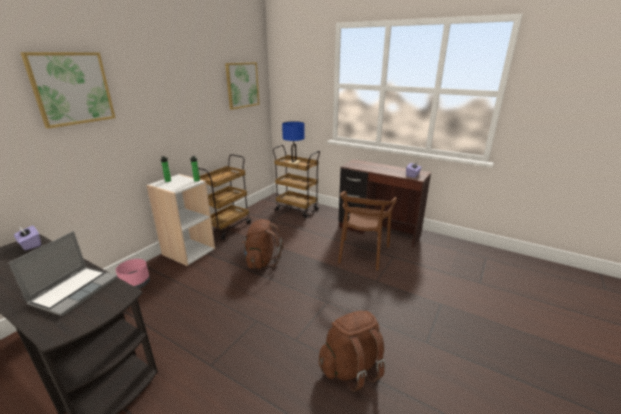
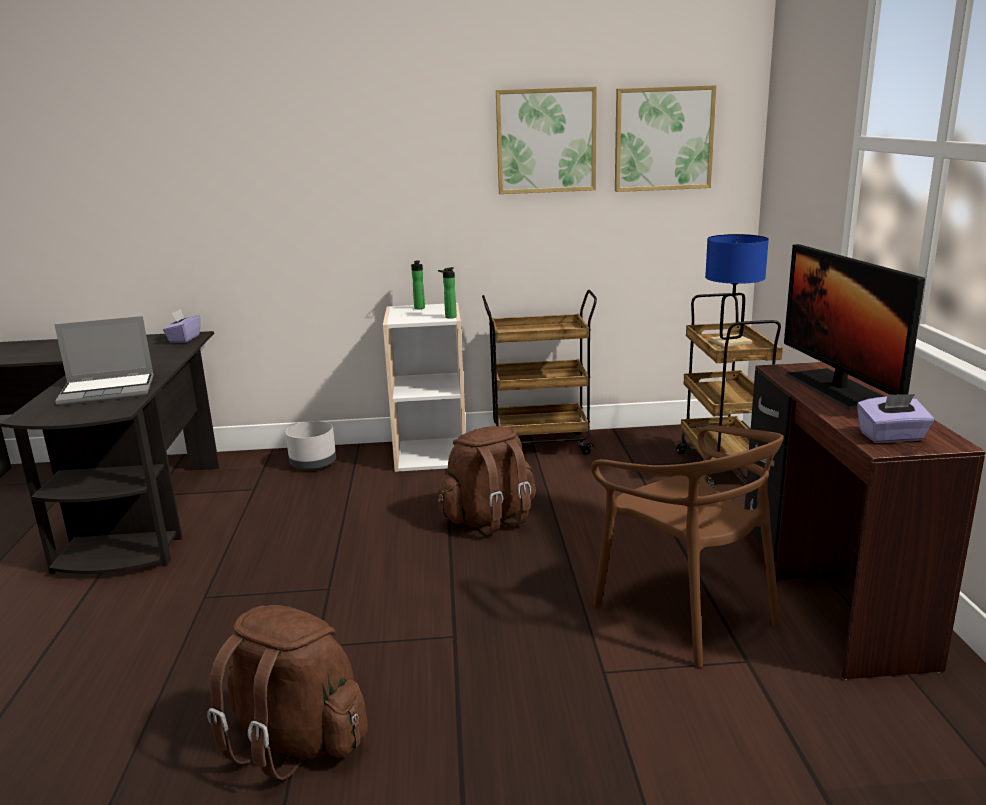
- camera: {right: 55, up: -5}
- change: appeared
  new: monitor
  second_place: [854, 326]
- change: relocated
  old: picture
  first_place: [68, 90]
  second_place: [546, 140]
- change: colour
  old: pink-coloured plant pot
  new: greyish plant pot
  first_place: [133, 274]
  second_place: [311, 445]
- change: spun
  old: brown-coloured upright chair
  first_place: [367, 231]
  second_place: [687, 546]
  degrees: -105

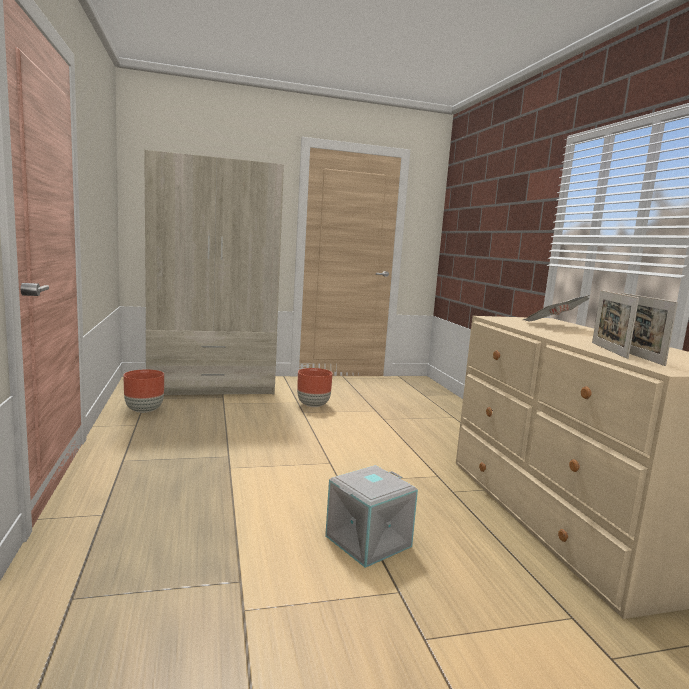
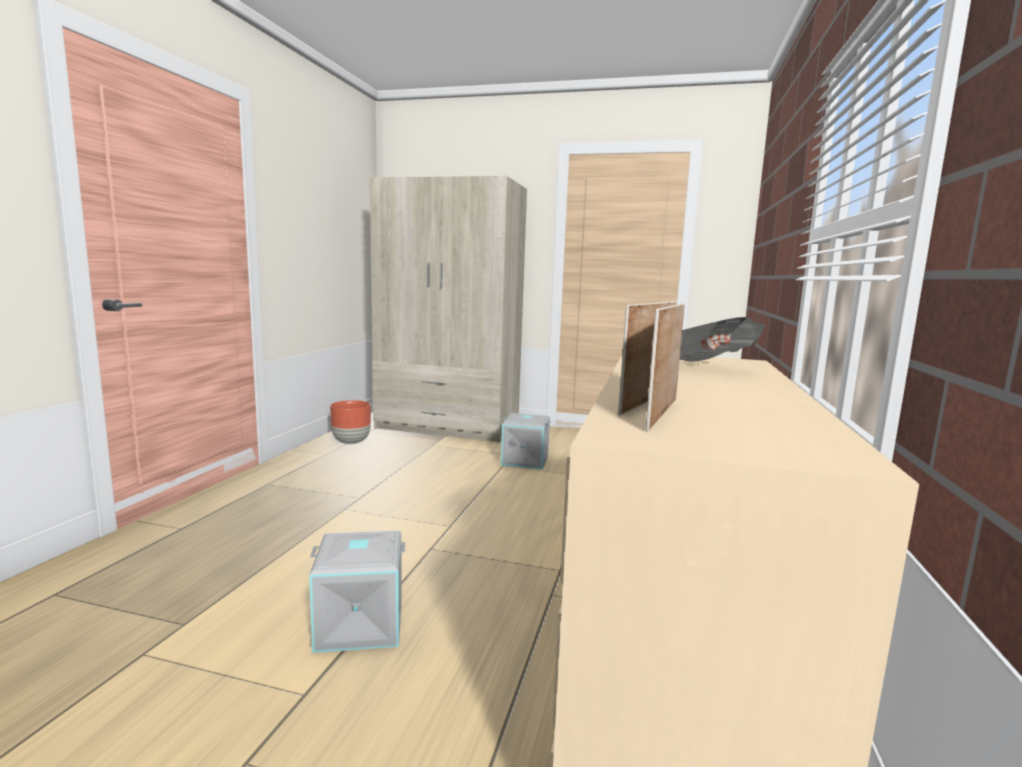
- camera: {right: 30, up: 0}
- change: exchanged
  old: brown-coloured plant pot
  new: greyish storage box
  first_place: [315, 387]
  second_place: [526, 441]

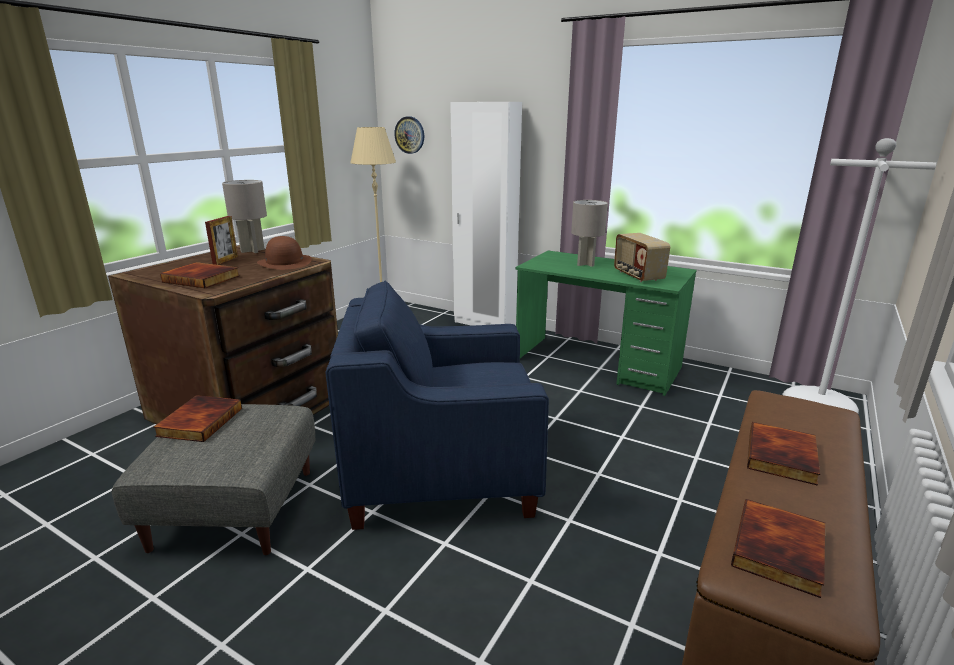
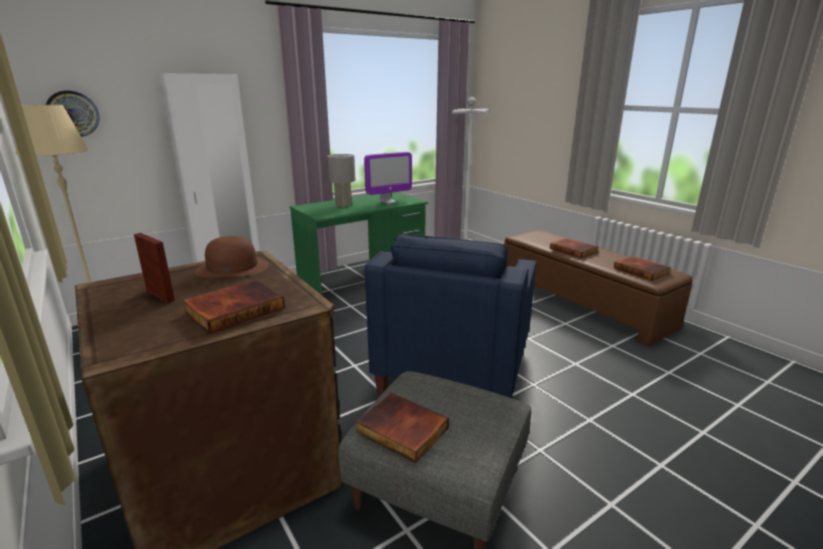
- camera: {right: -65, up: 0}
- change: missing
  old: greyish table lamp
  first_place: [244, 216]
- change: exchanged
  old: radio
  new: monitor
  first_place: [642, 257]
  second_place: [388, 178]

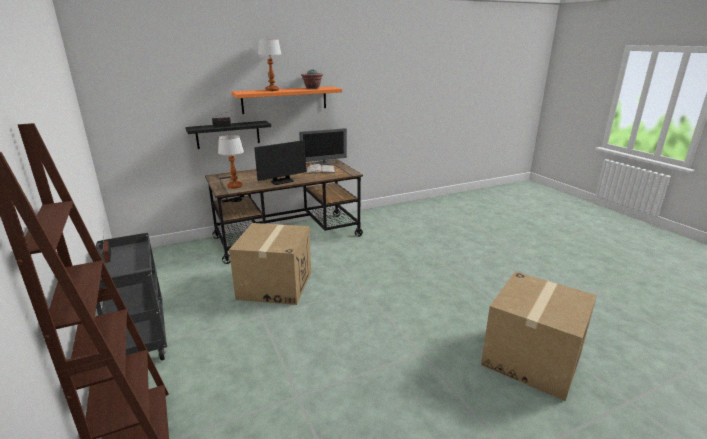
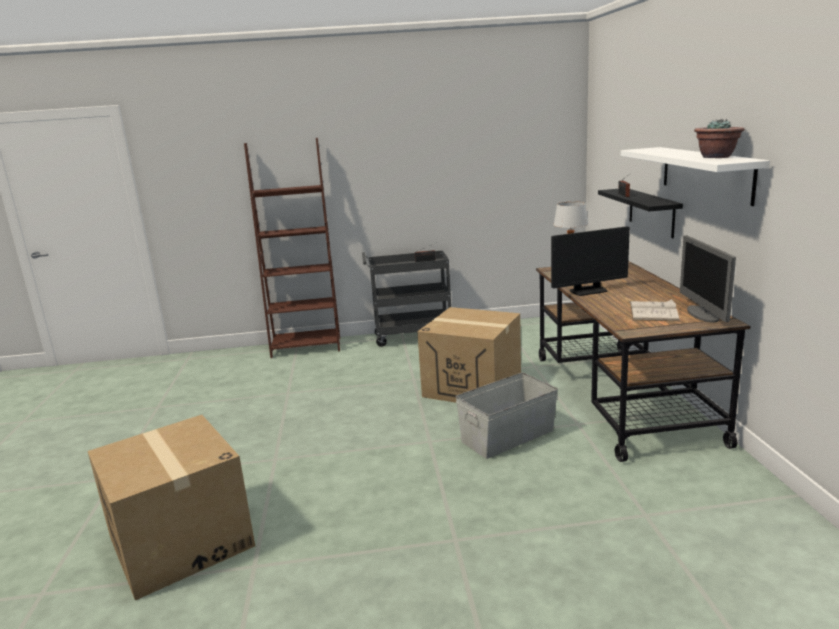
- camera: {right: 110, up: -5}
- change: missing
  old: table lamp
  first_place: [270, 65]
- change: appeared
  new: greyish storage box
  second_place: [507, 416]
- change: colour
  old: orange-coloured wall shelf
  new: white wall shelf
  first_place: [286, 100]
  second_place: [695, 176]
- change: spun
  old: monitor
  first_place: [280, 162]
  second_place: [590, 261]
  degrees: -90

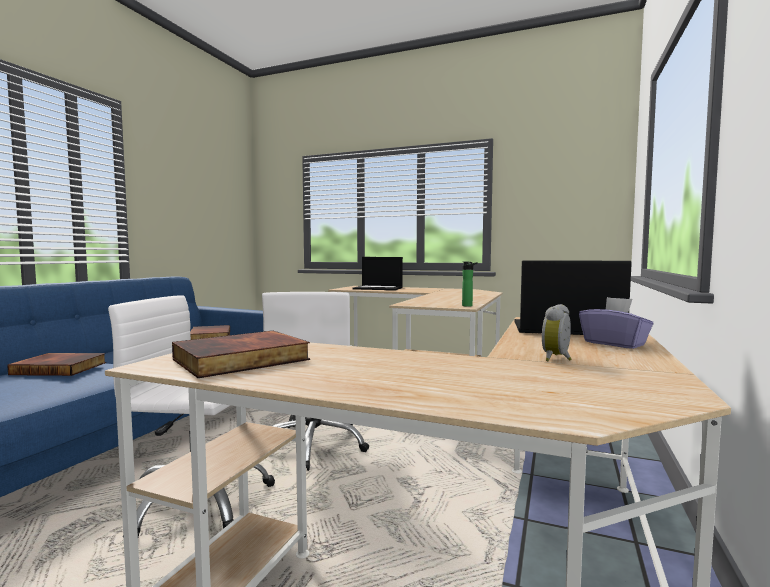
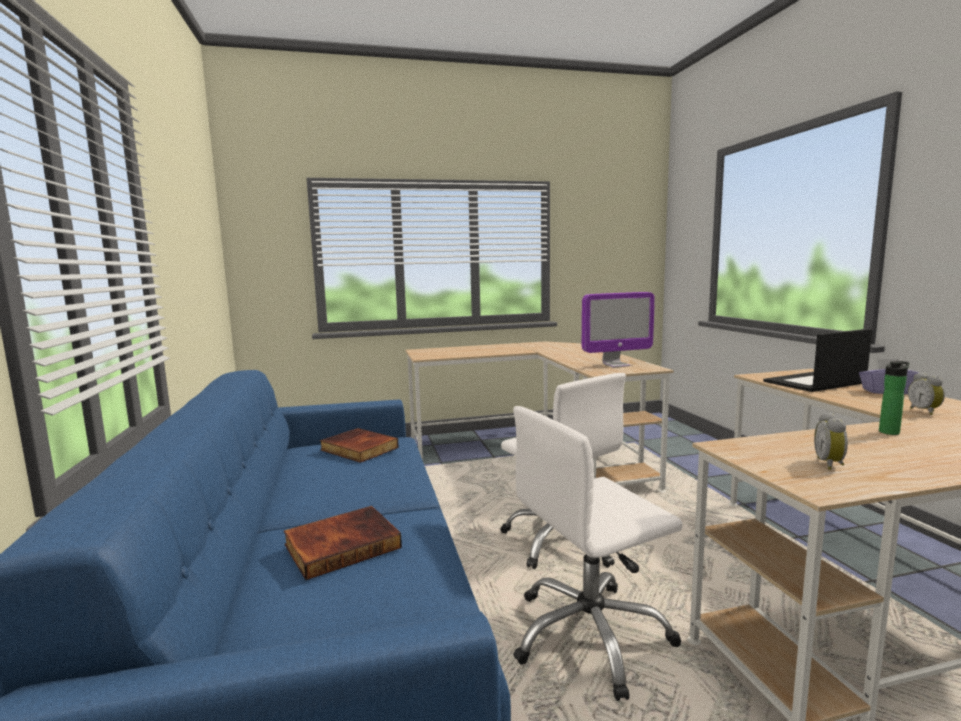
- camera: {right: -35, up: 5}
- change: missing
  old: portable computer
  first_place: [378, 273]
- change: appeared
  new: monitor
  second_place: [618, 330]
- change: relocated
  old: beverage bottle
  first_place: [470, 284]
  second_place: [894, 398]
- change: exchanged
  old: bound book
  new: alarm clock
  first_place: [241, 354]
  second_place: [831, 441]

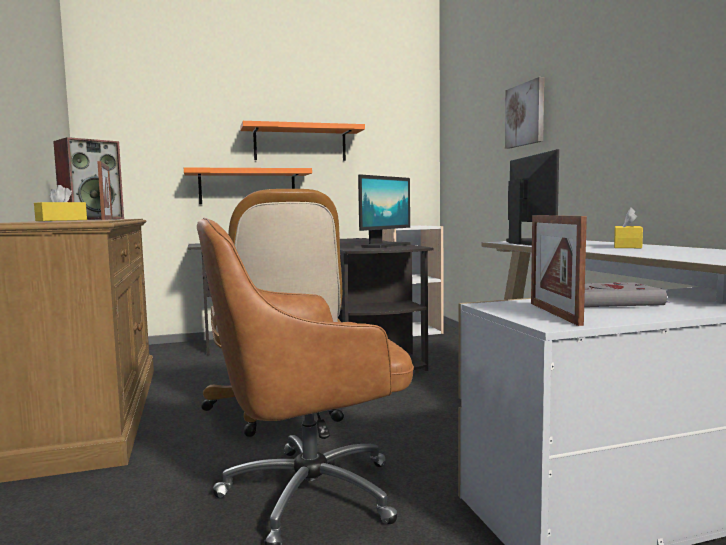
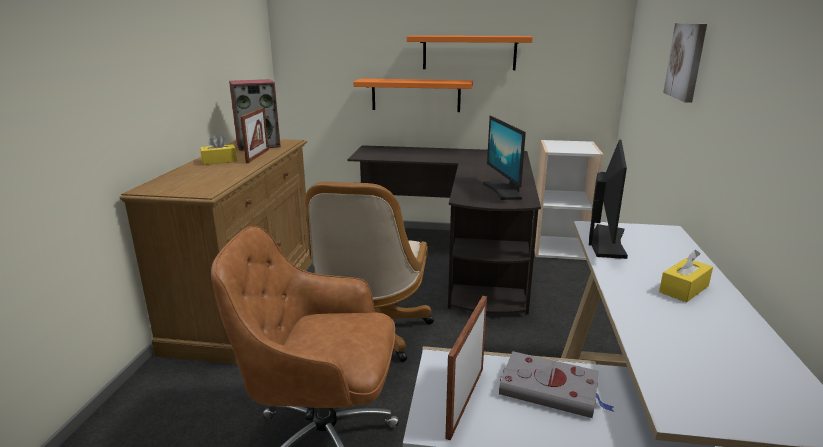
- camera: {right: 25, up: 15}
- change: spun
  old: monitor
  first_place: [384, 211]
  second_place: [504, 158]
  degrees: 105

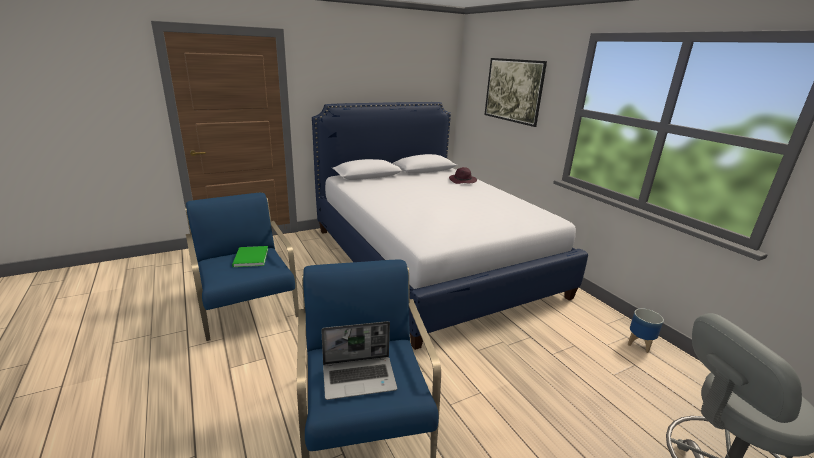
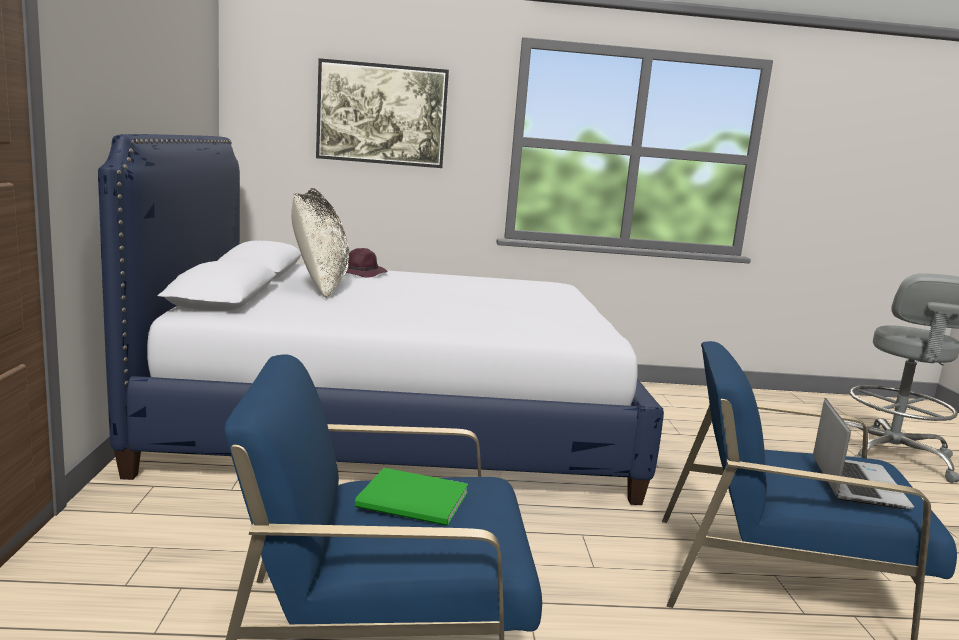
- camera: {right: -65, up: -10}
- change: missing
  old: plant pot
  first_place: [646, 330]
- change: appeared
  new: sand-coloured cushion
  second_place: [320, 243]

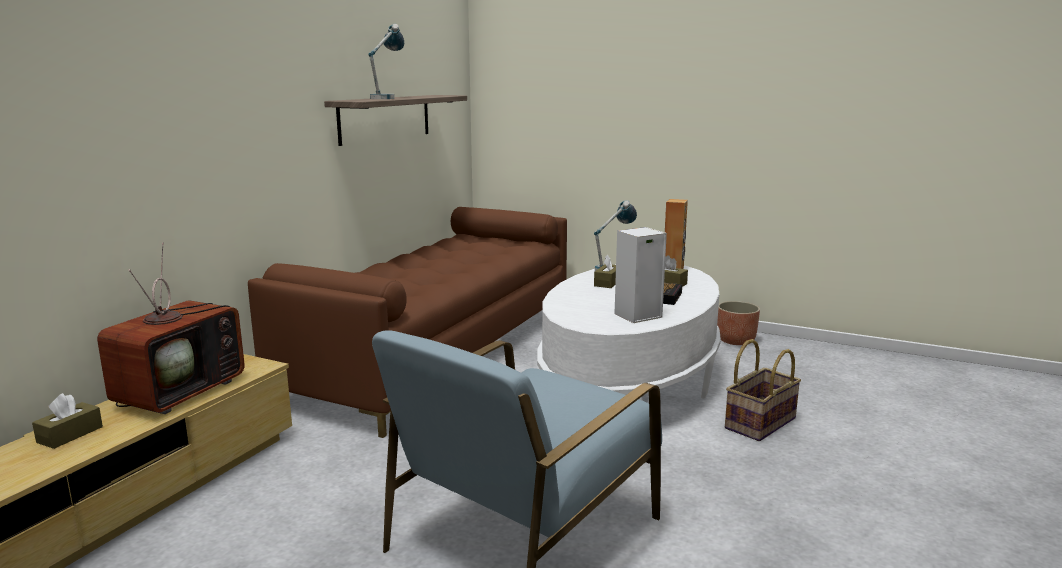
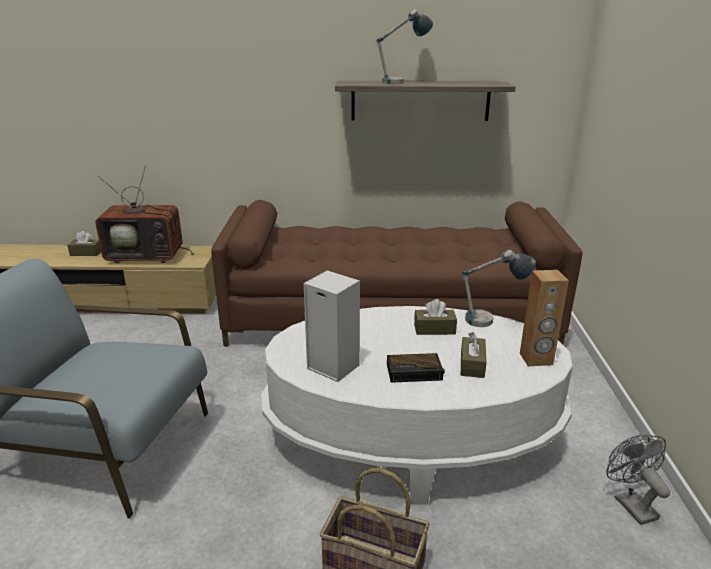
- camera: {right: 65, up: 10}
- change: exchanged
  old: plant pot
  new: greyish cooling fan
  first_place: [738, 323]
  second_place: [638, 480]

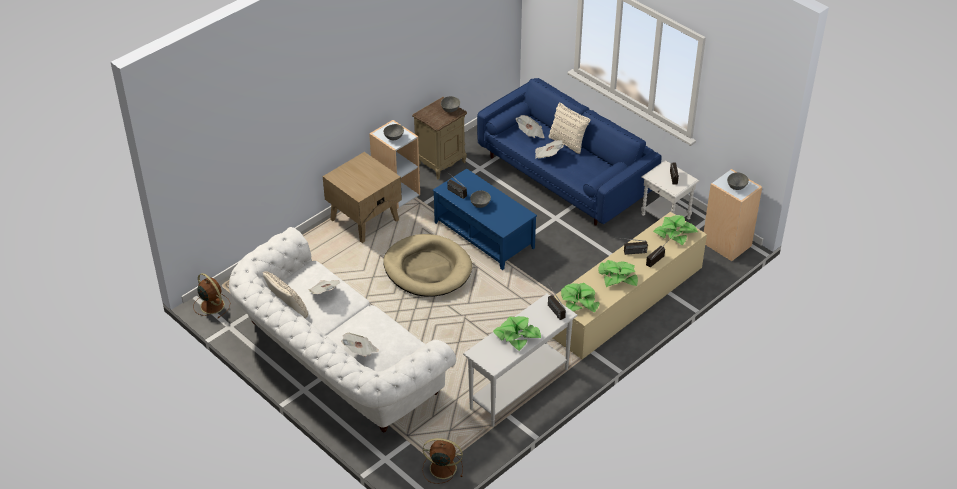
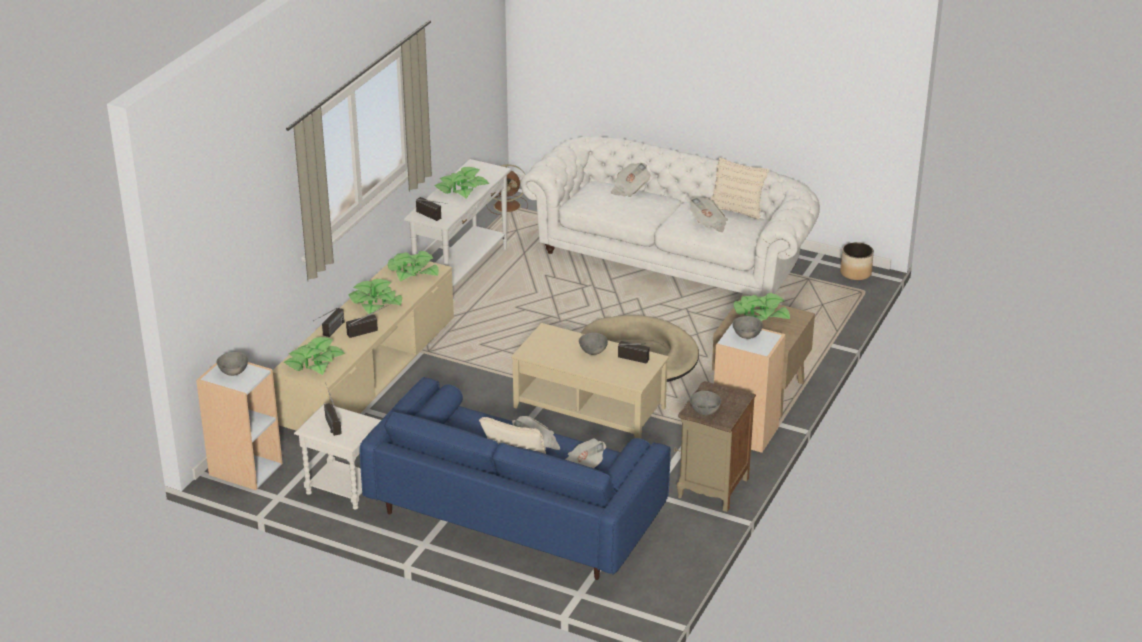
- camera: {right: 160, up: -10}
- change: appeared
  new: plant in a pot
  second_place: [762, 307]
- change: exchanged
  old: brown-coloured cooling fan
  new: plant pot
  first_place: [211, 295]
  second_place: [857, 261]
- change: colour
  old: blue coffee table
  new: sand-coloured coffee table
  first_place: [485, 219]
  second_place: [590, 380]

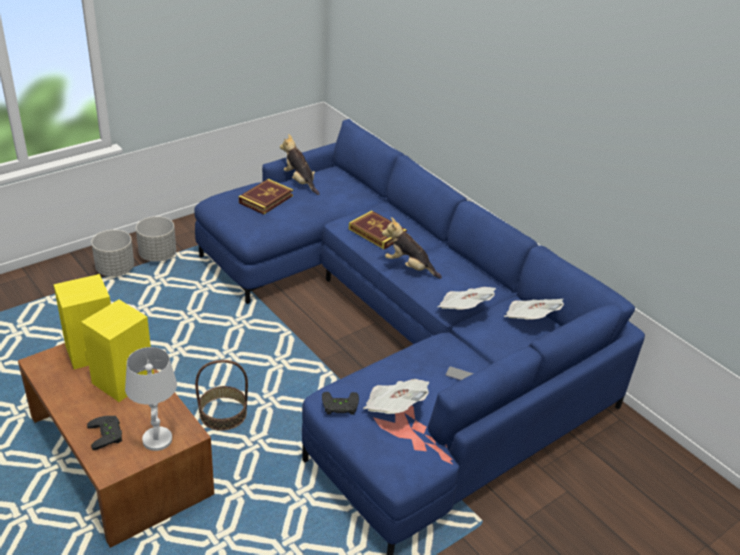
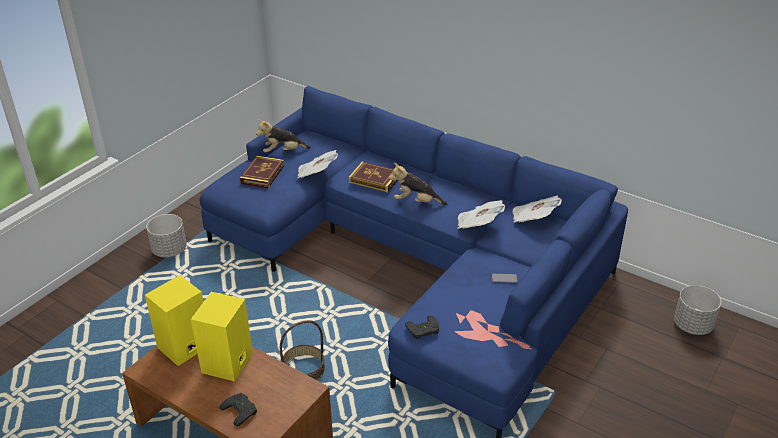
- camera: {right: -15, up: 0}
- change: missing
  old: white table lamp
  first_place: [151, 399]
- change: relocated
  old: greyish plant pot
  first_place: [112, 253]
  second_place: [697, 310]
- change: relocated
  old: printed paper
  first_place: [396, 396]
  second_place: [317, 164]
- change: spun
  old: plush toy
  first_place: [300, 164]
  second_place: [283, 136]
  degrees: -45

